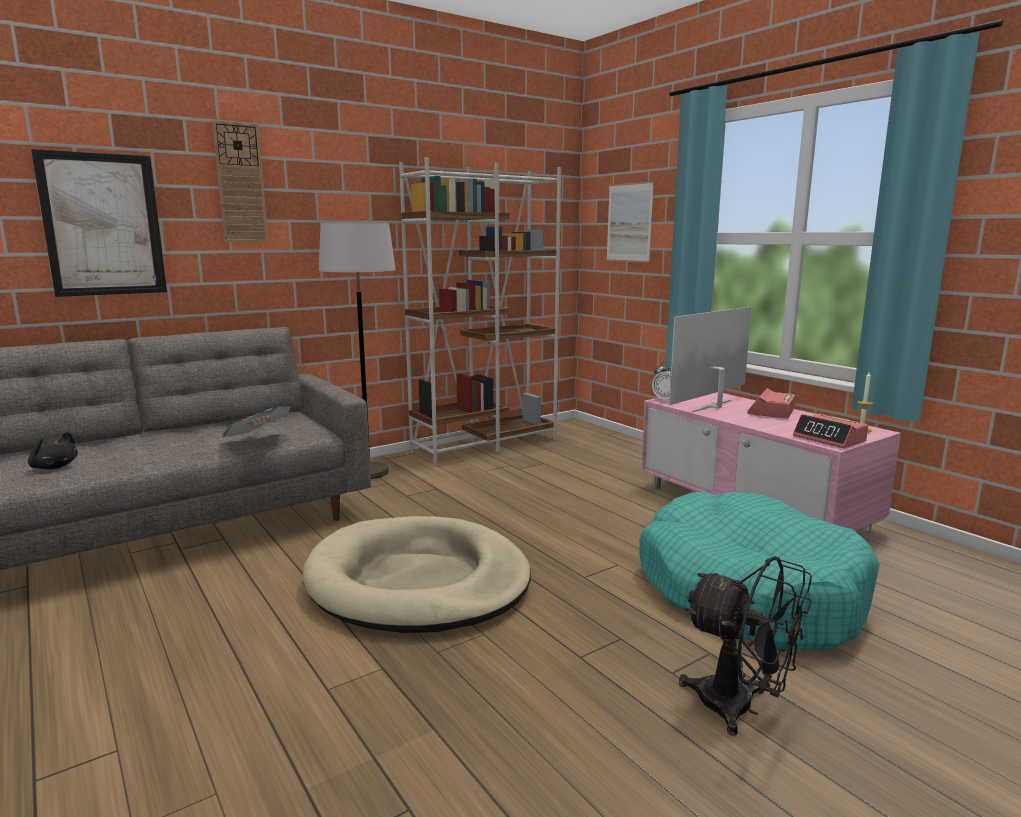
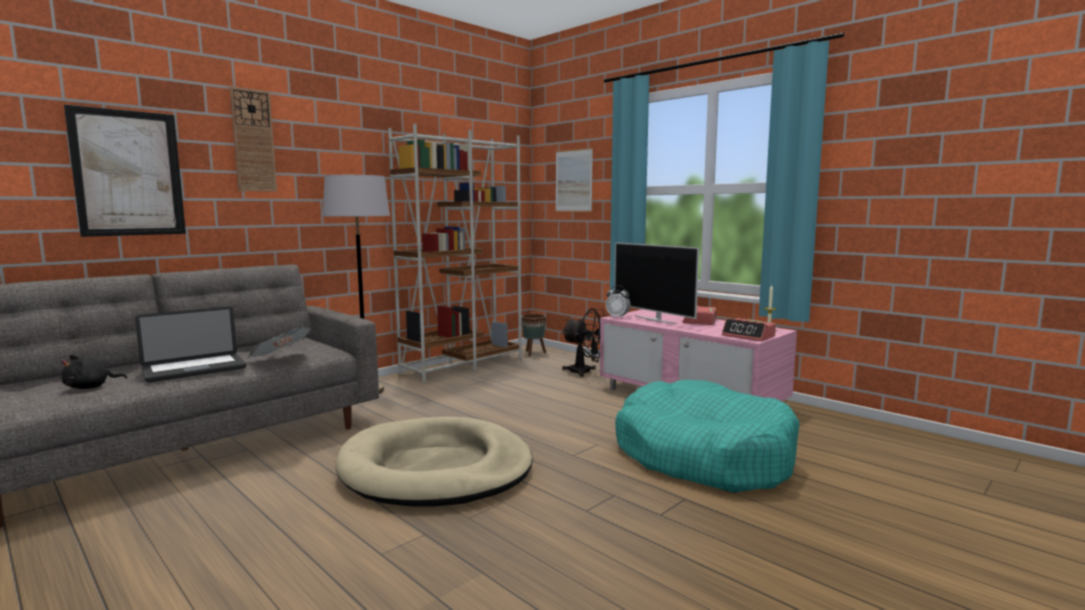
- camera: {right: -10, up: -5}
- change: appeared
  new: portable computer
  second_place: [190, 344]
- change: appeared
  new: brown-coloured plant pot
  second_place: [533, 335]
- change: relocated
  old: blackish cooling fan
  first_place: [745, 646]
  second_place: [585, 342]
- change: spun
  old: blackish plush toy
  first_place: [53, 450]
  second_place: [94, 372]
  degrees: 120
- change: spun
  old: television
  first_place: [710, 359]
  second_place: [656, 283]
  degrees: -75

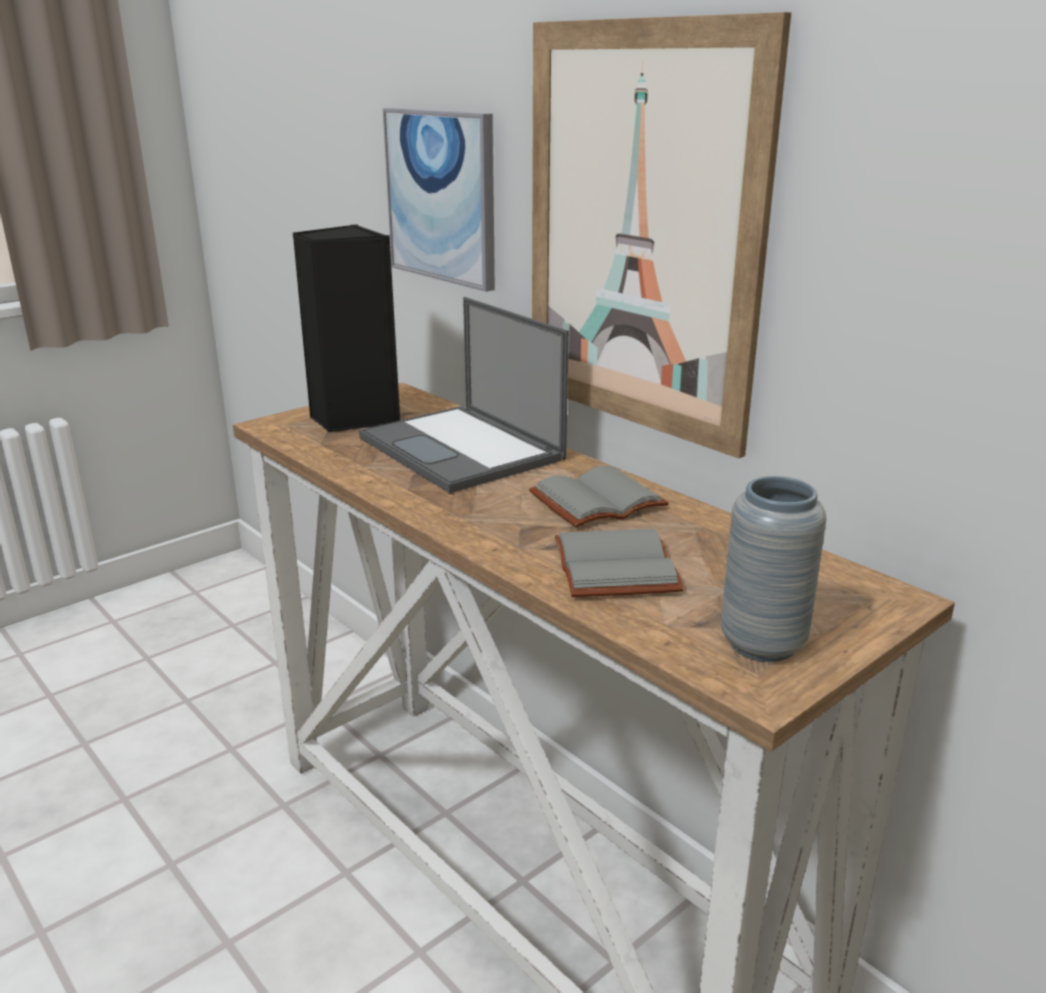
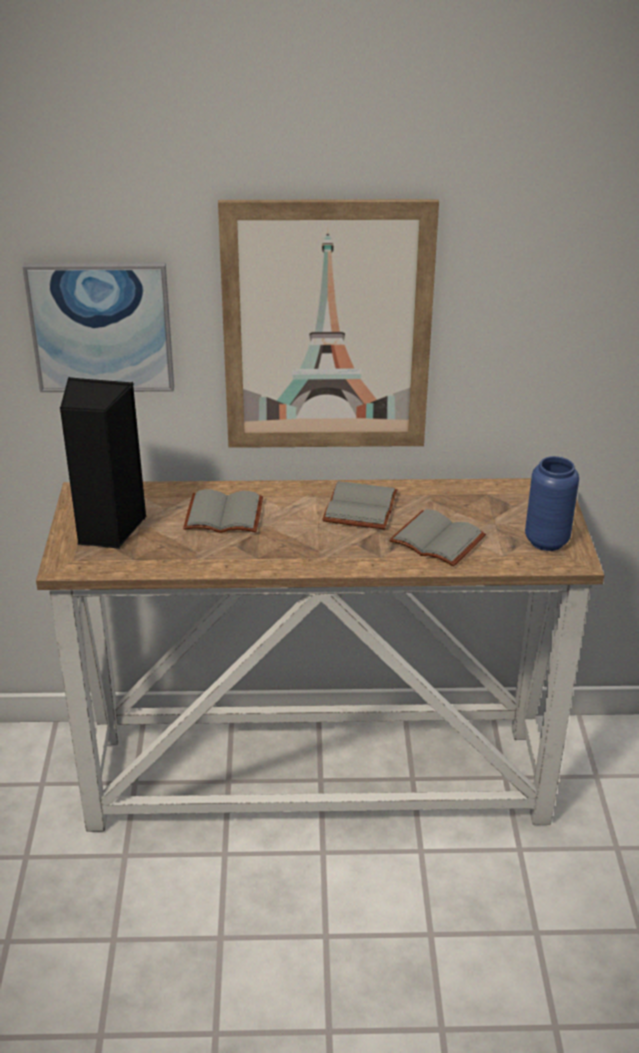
- camera: {right: -50, up: 10}
- change: exchanged
  old: portable computer
  new: greyish bound book
  first_place: [464, 395]
  second_place: [223, 511]
- change: colour
  old: greyish flower vase
  new: blue flower vase
  first_place: [773, 569]
  second_place: [552, 503]

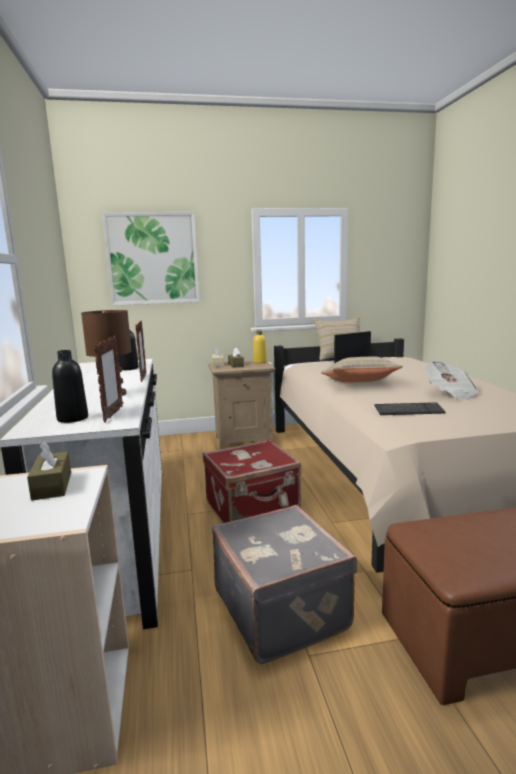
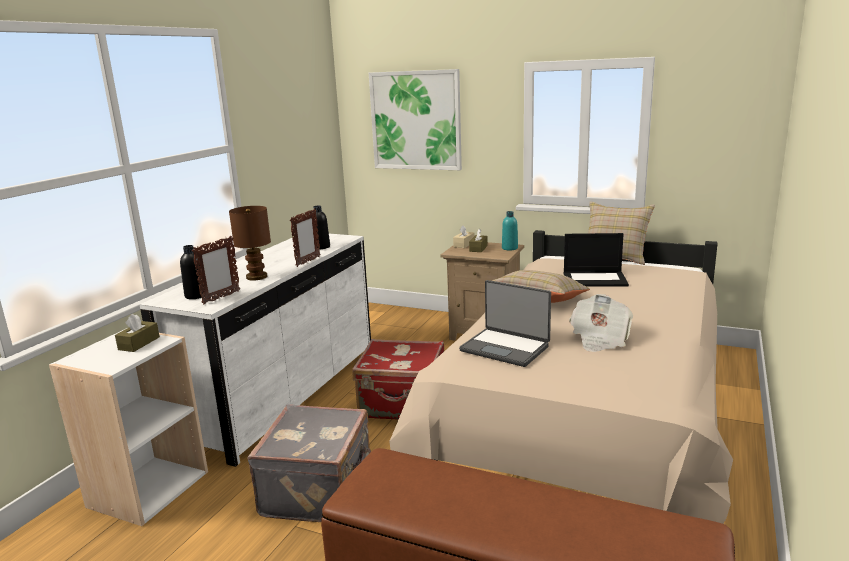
- camera: {right: 35, up: 5}
- change: exchanged
  old: computer keyboard
  new: portable computer
  first_place: [410, 408]
  second_place: [505, 323]
- change: colour
  old: yellowish beverage bottle
  new: turquoise-coloured beverage bottle
  first_place: [260, 347]
  second_place: [510, 231]

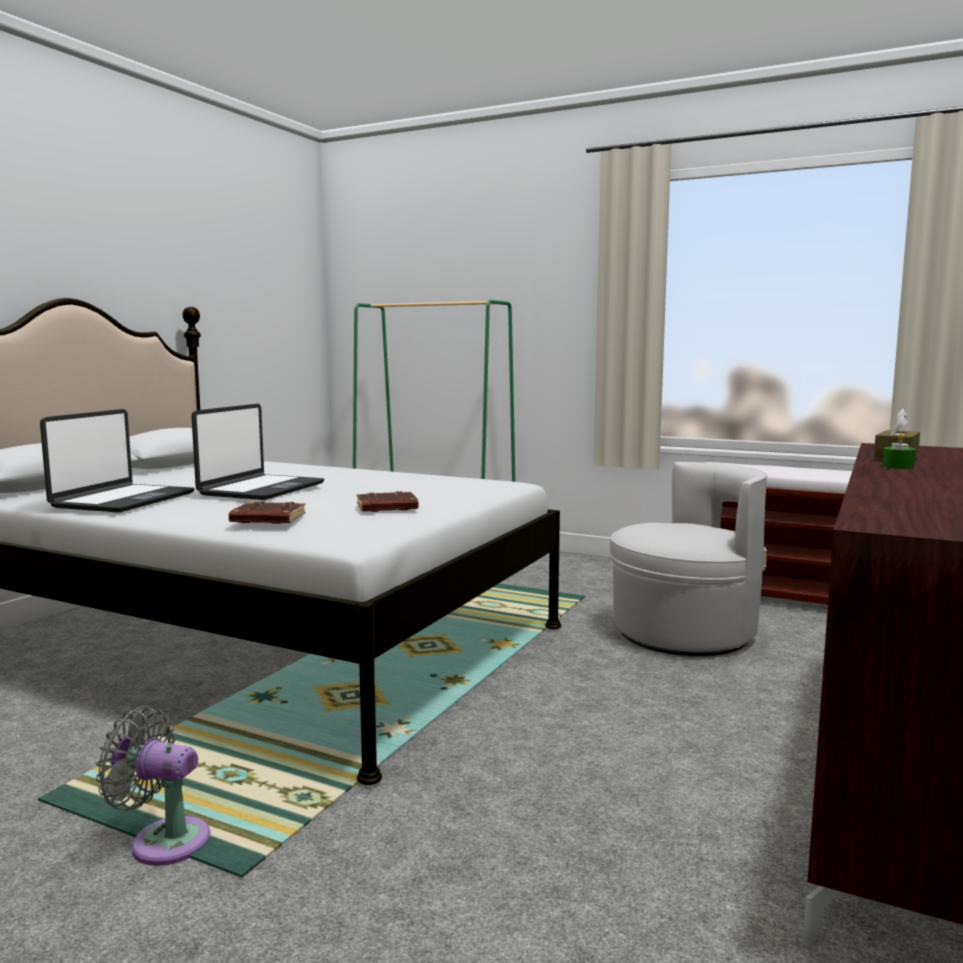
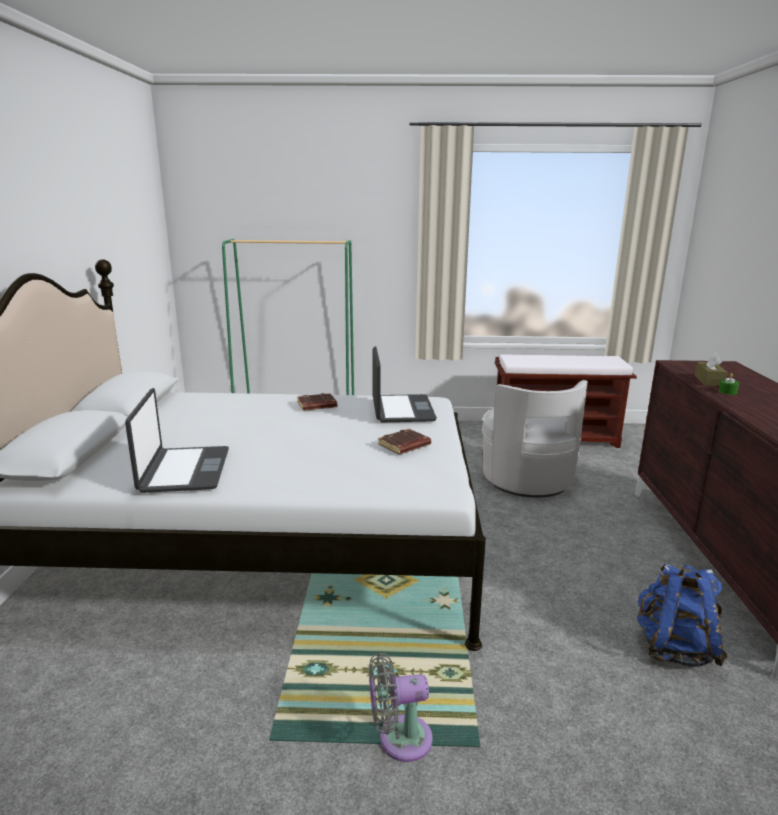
- camera: {right: -25, up: 10}
- change: appeared
  new: blue knapsack
  second_place: [682, 615]
- change: relocated
  old: portable computer
  first_place: [257, 452]
  second_place: [404, 384]
- change: relocated
  old: brown-coloured bound book
  first_place: [267, 512]
  second_place: [317, 402]
- change: spun
  old: white armchair
  first_place: [688, 559]
  second_place: [534, 439]
  degrees: 120

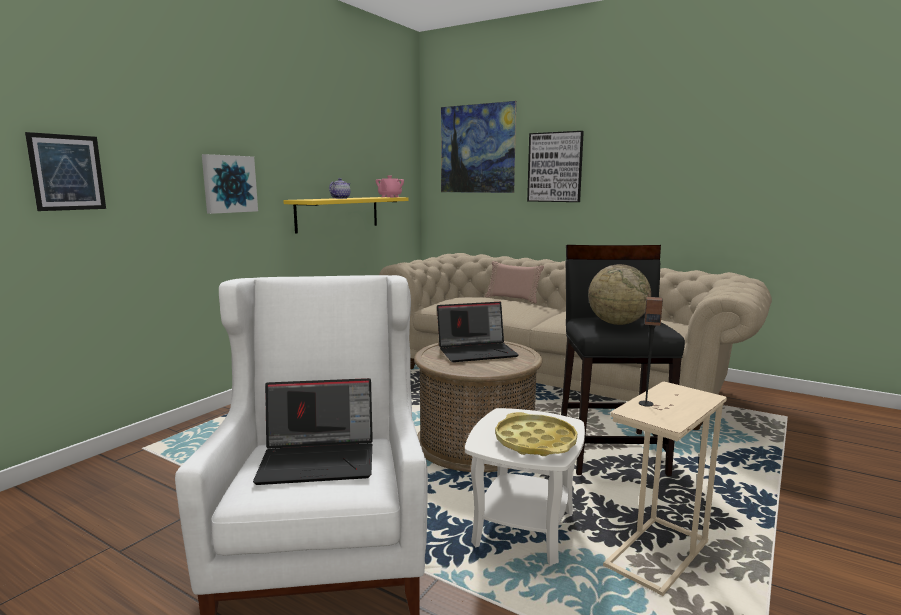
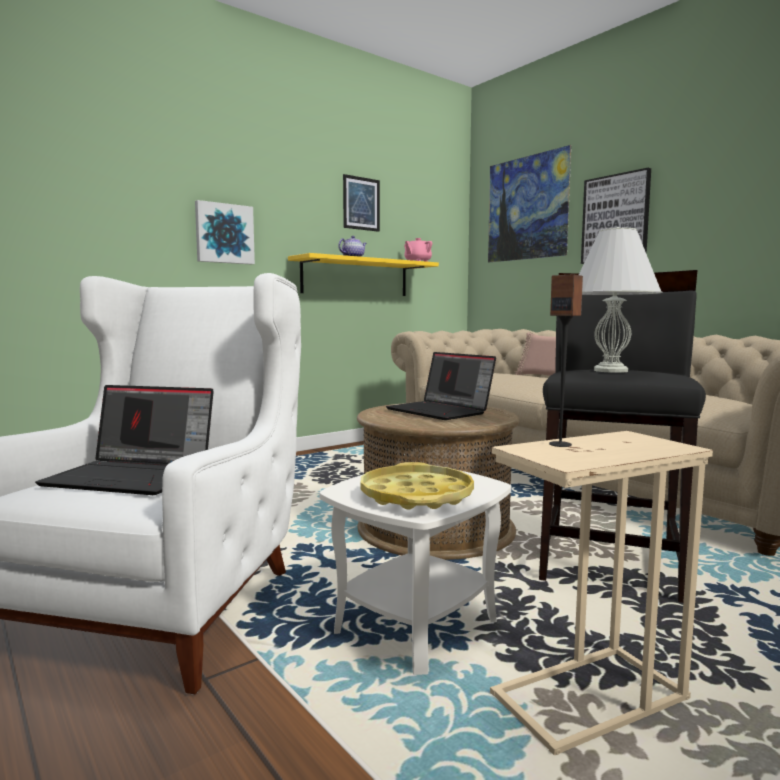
- camera: {right: 20, up: -5}
- change: relocated
  old: picture
  first_place: [65, 171]
  second_place: [361, 203]
- change: exchanged
  old: globe
  new: white table lamp
  first_place: [619, 294]
  second_place: [620, 300]
- change: spun
  old: portable computer
  first_place: [478, 332]
  second_place: [441, 386]
  degrees: 45

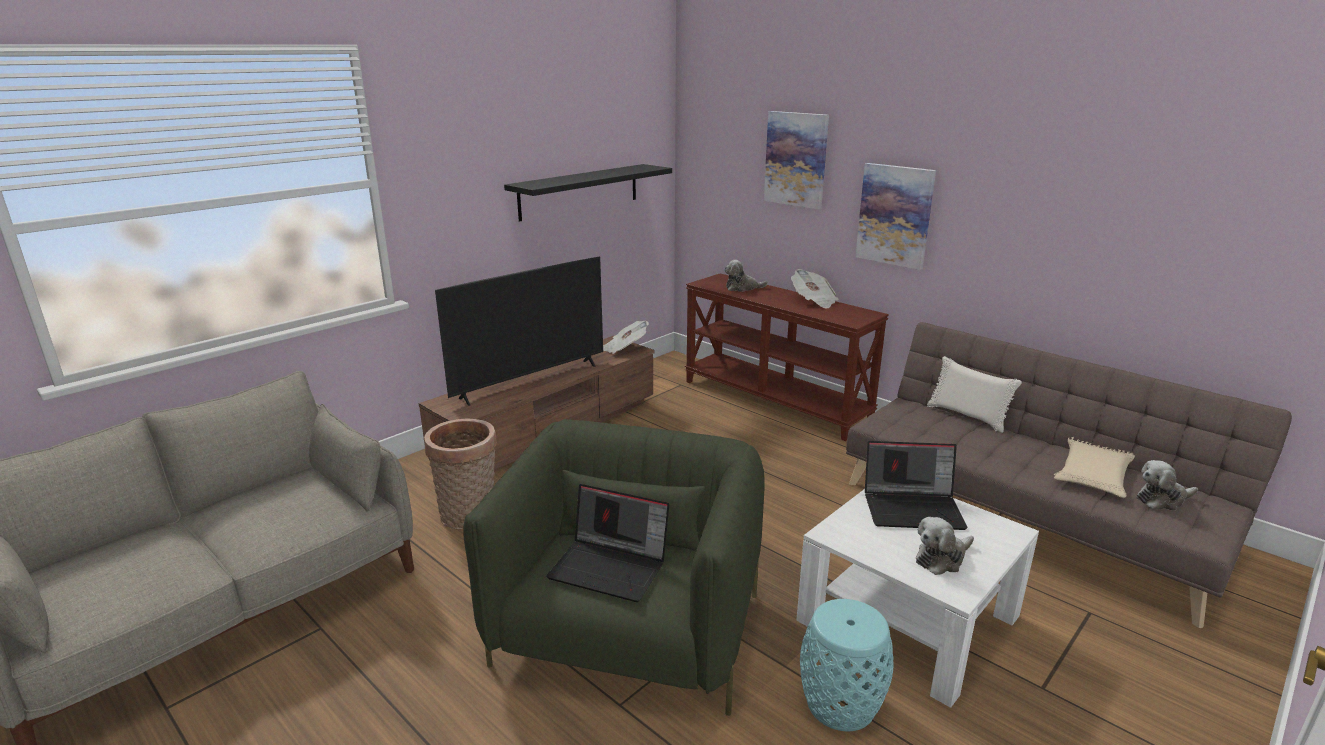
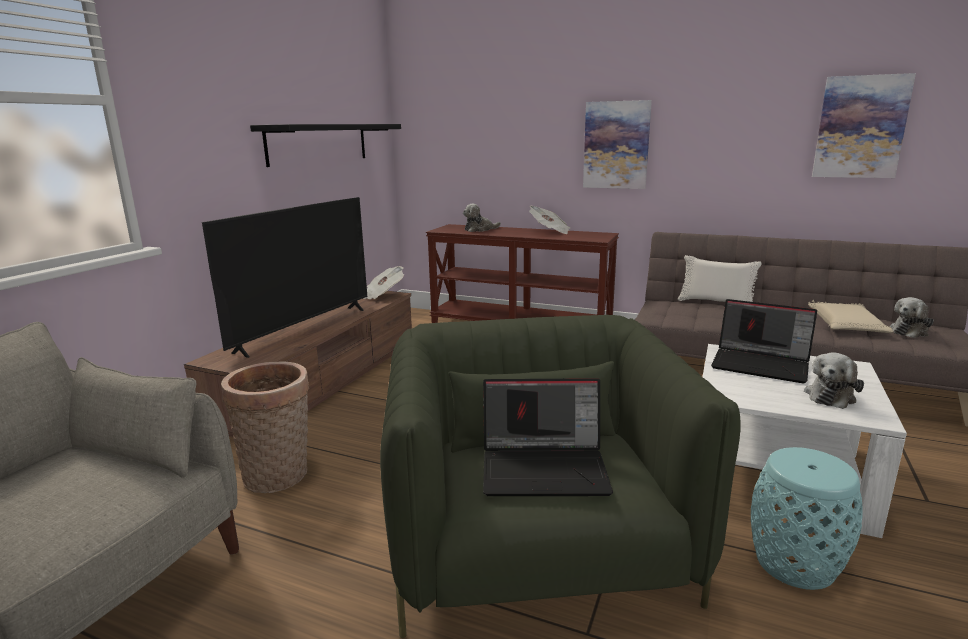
- camera: {right: -20, up: -5}
- change: relocated
  old: picture
  first_place: [796, 160]
  second_place: [864, 125]
- change: spun
  old: portable computer
  first_place: [916, 485]
  second_place: [764, 341]
  degrees: 45

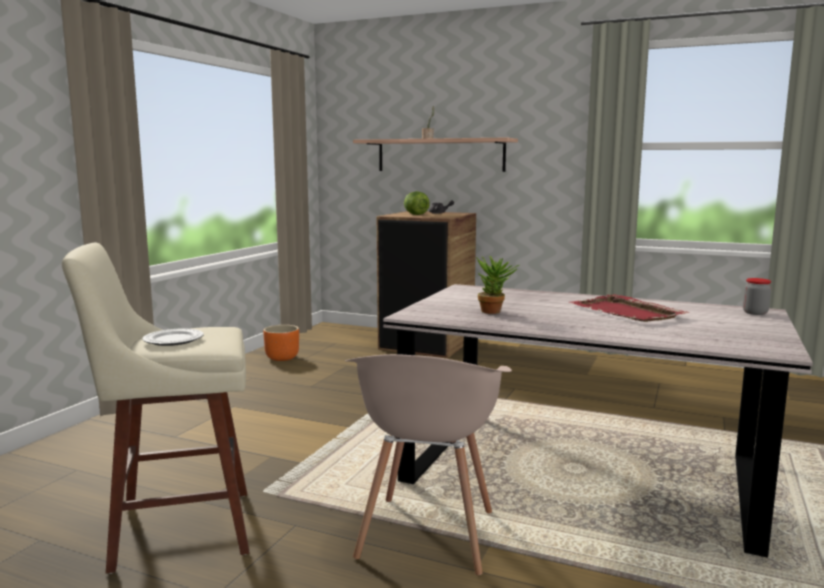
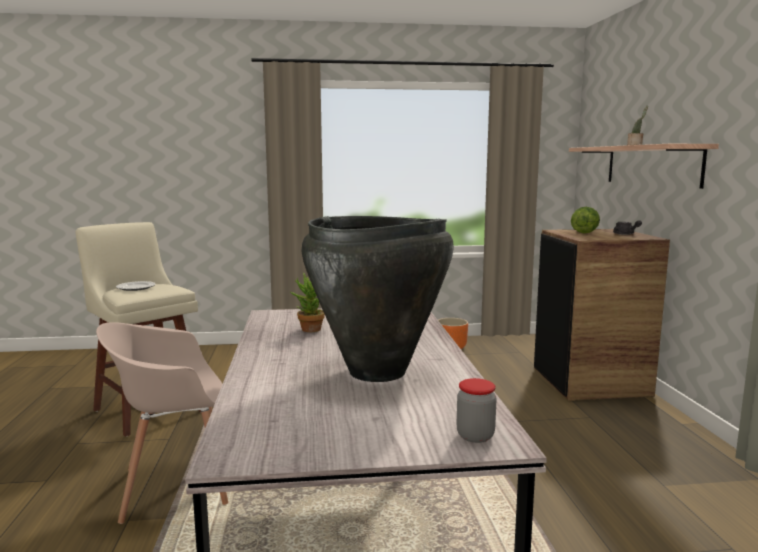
- camera: {right: 60, up: 0}
- change: exchanged
  old: red tray
  new: blackish flower vase
  first_place: [629, 308]
  second_place: [378, 299]

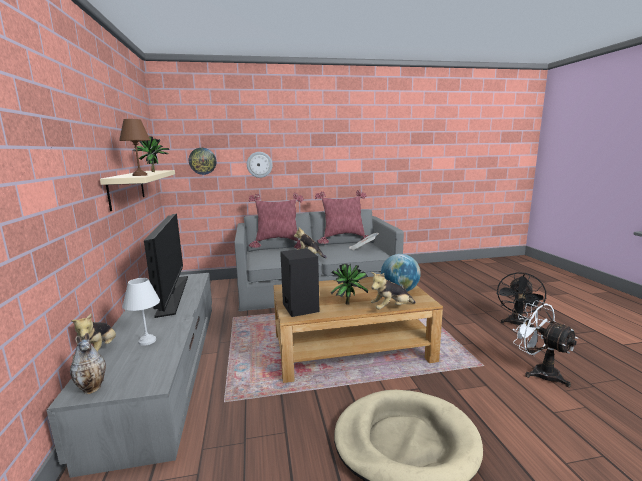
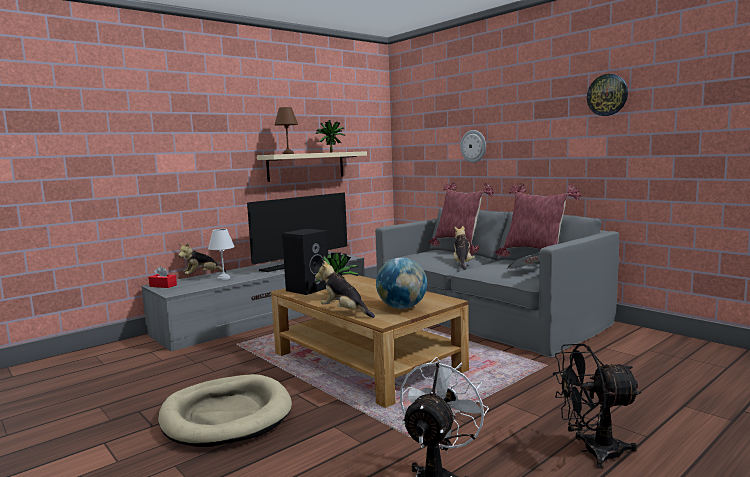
- camera: {right: 60, up: -5}
- change: relocated
  old: hanging clock
  first_place: [202, 161]
  second_place: [607, 95]
- change: exchanged
  old: flower vase
  new: red box of tissues
  first_place: [88, 363]
  second_place: [163, 277]

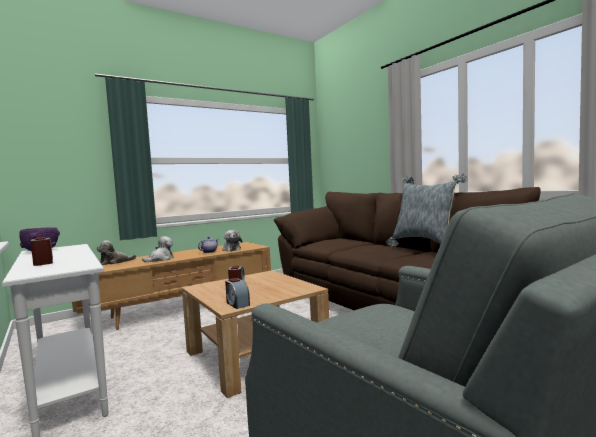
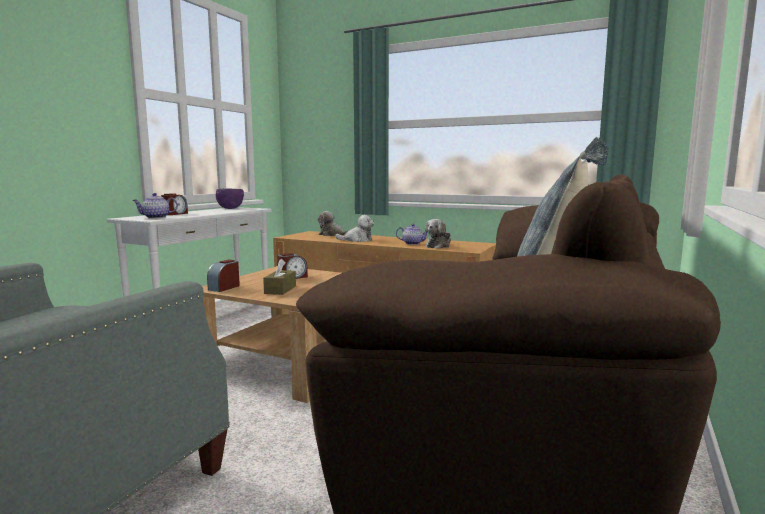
- camera: {right: 60, up: 5}
- change: appeared
  new: pot for tea
  second_place: [155, 205]
- change: appeared
  new: brown-coloured box of tissues
  second_place: [279, 277]

